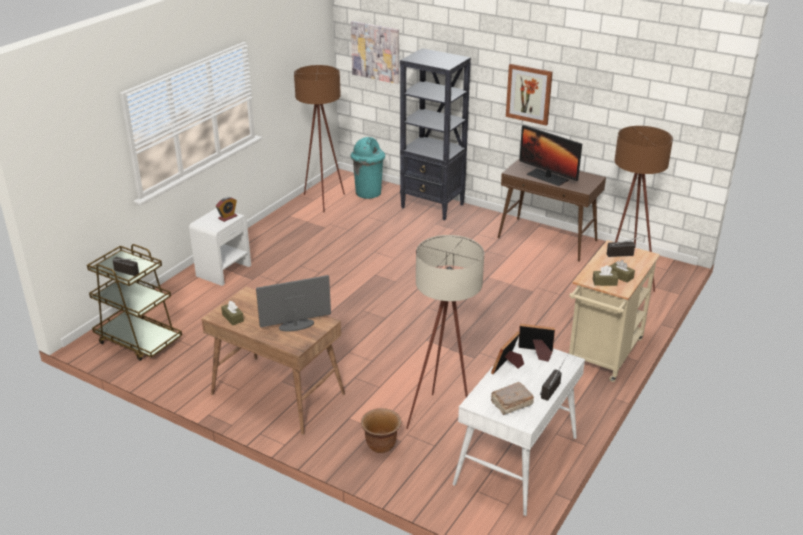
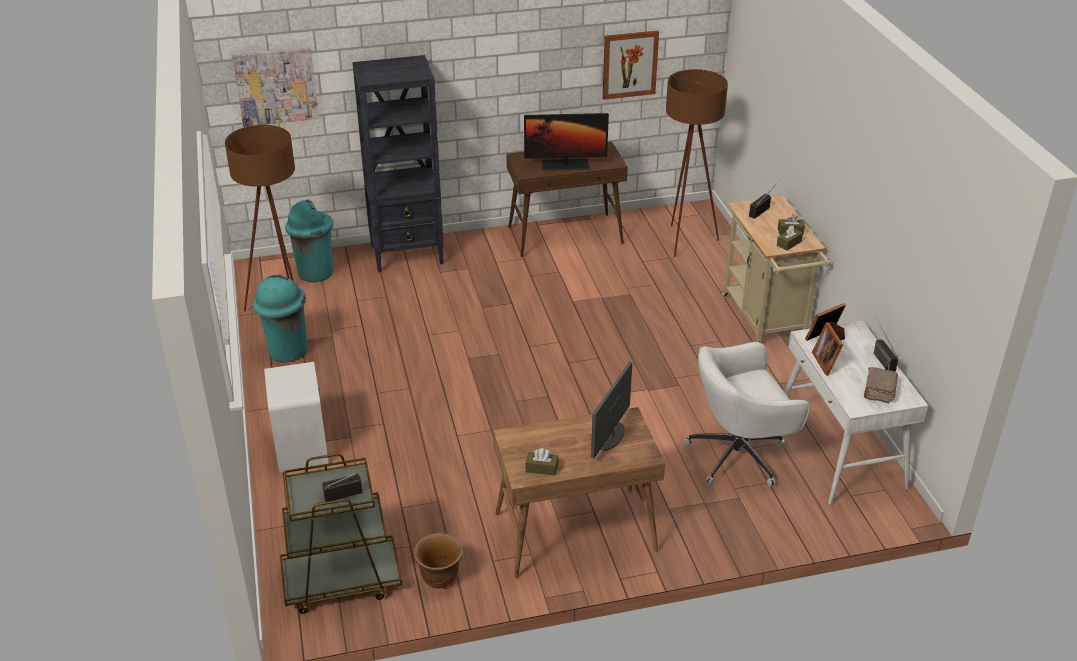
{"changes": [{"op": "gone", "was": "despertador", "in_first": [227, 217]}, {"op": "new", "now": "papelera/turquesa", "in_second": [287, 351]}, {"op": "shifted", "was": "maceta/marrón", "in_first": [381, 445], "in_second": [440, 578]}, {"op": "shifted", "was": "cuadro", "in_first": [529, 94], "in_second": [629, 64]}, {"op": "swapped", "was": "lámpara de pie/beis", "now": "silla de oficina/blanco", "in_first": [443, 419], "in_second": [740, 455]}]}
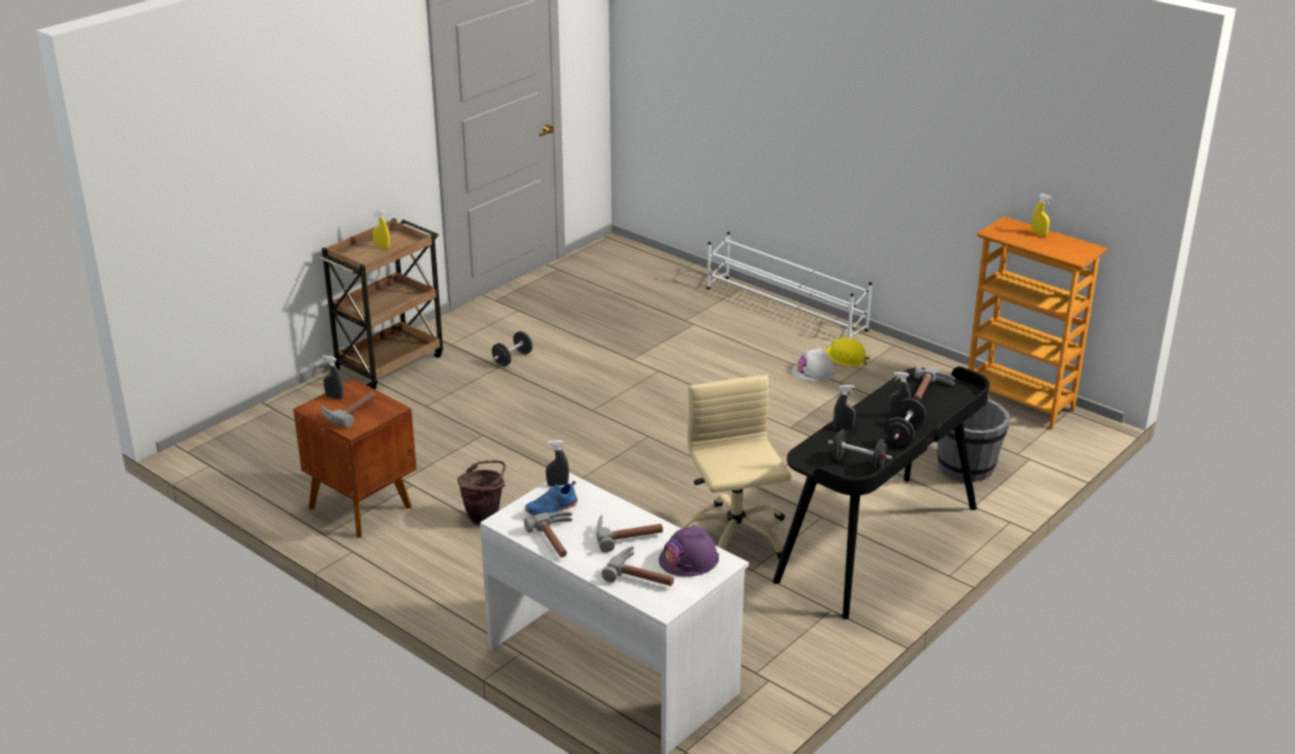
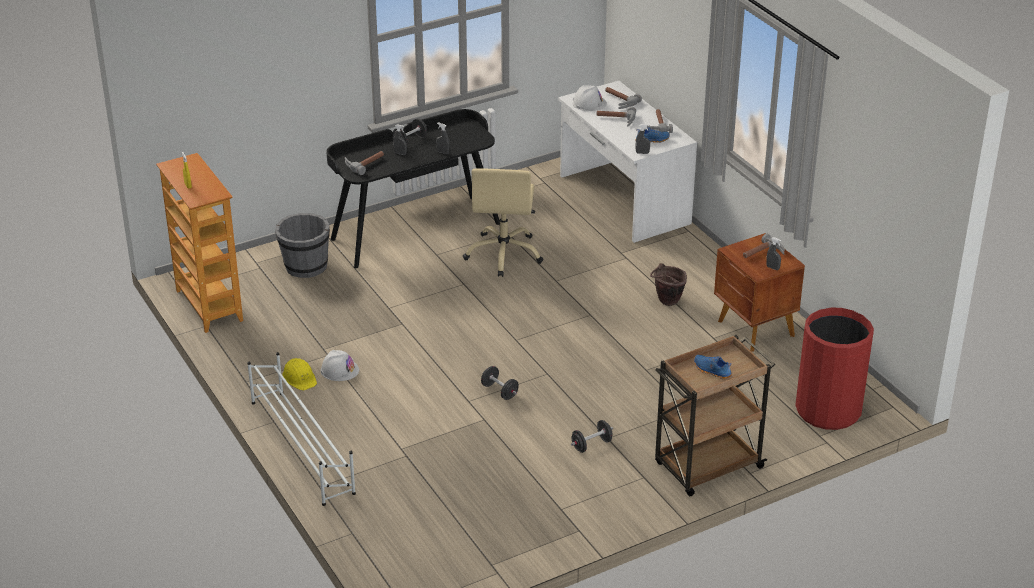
{"changes": [{"op": "new", "now": "papelera/rojo", "in_second": [828, 410]}, {"op": "shifted", "was": "mancuerna/negro", "in_first": [858, 462], "in_second": [499, 391]}, {"op": "swapped", "was": "pulverizador/amarillo", "now": "zapato/azul", "in_first": [382, 247], "in_second": [711, 371]}, {"op": "repainted", "was": "casco/morado", "now": "casco/blanco", "in_first": [689, 559], "in_second": [589, 103]}]}
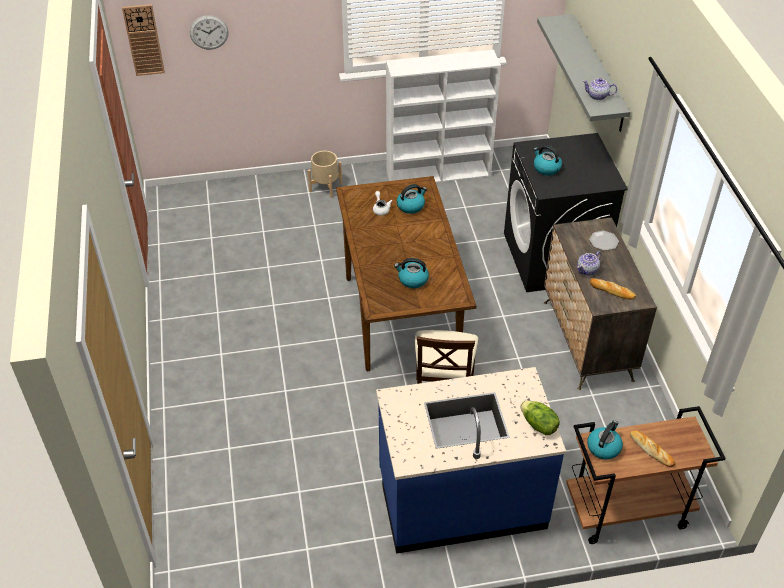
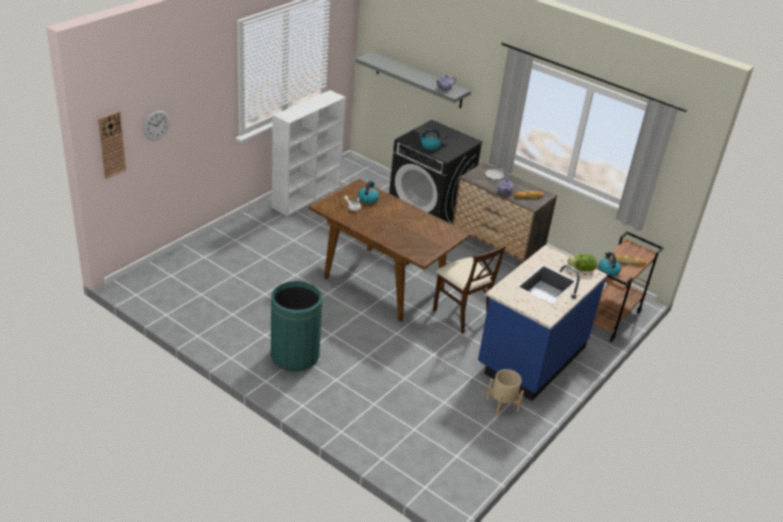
{"changes": [{"op": "gone", "was": "hervidor", "in_first": [412, 280]}, {"op": "new", "now": "papelera/verde", "in_second": [294, 356]}, {"op": "shifted", "was": "maceta/beis", "in_first": [325, 187], "in_second": [502, 405]}]}
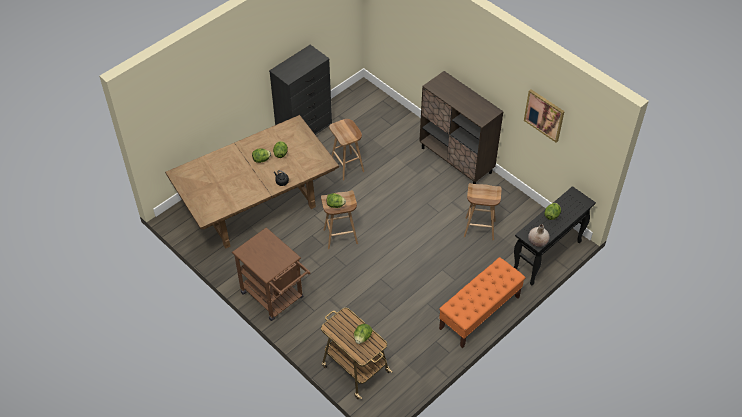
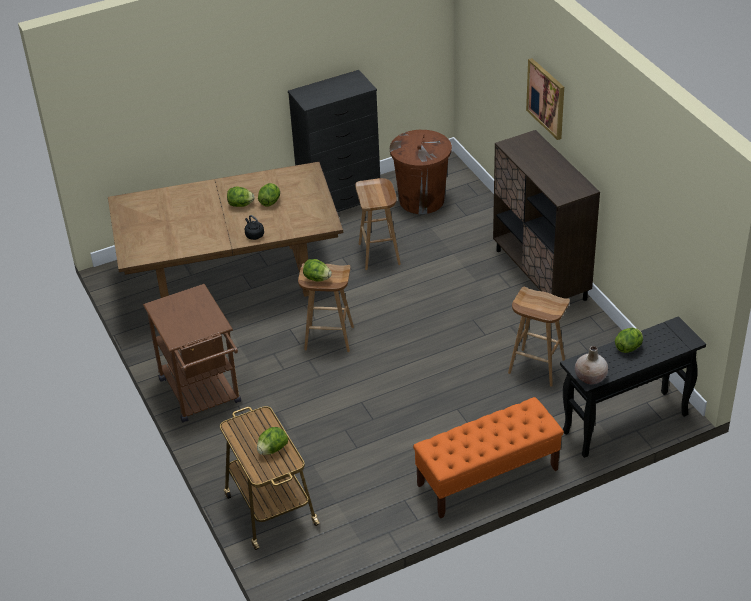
{"changes": [{"op": "new", "now": "papelera/marrón", "in_second": [422, 200]}, {"op": "shifted", "was": "cuadro", "in_first": [544, 115], "in_second": [546, 98]}]}
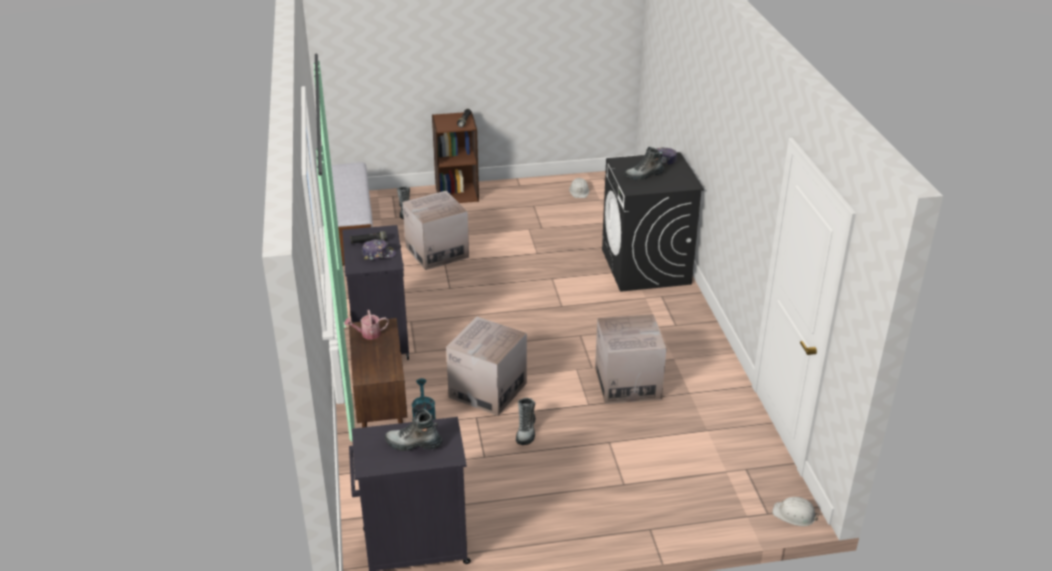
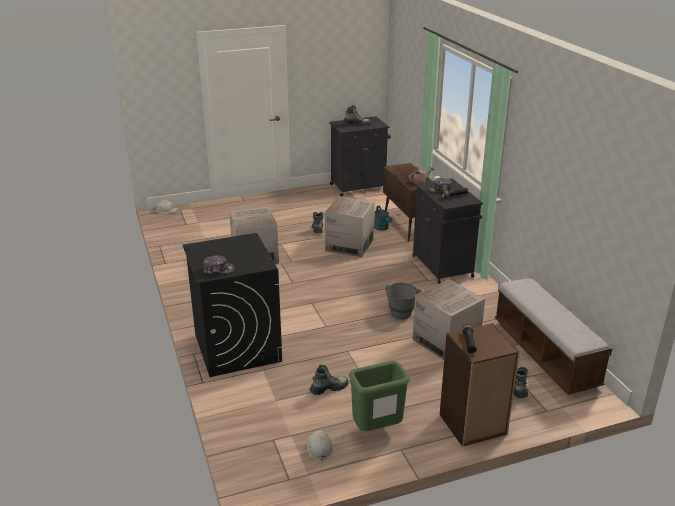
{"changes": [{"op": "new", "now": "papelera/verde", "in_second": [377, 430]}, {"op": "new", "now": "cubo/gris", "in_second": [401, 310]}, {"op": "shifted", "was": "bota", "in_first": [644, 175], "in_second": [329, 388]}]}
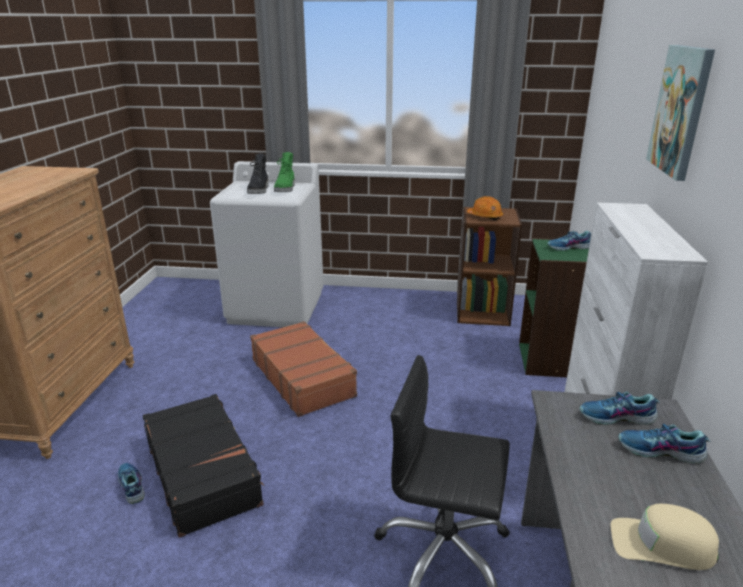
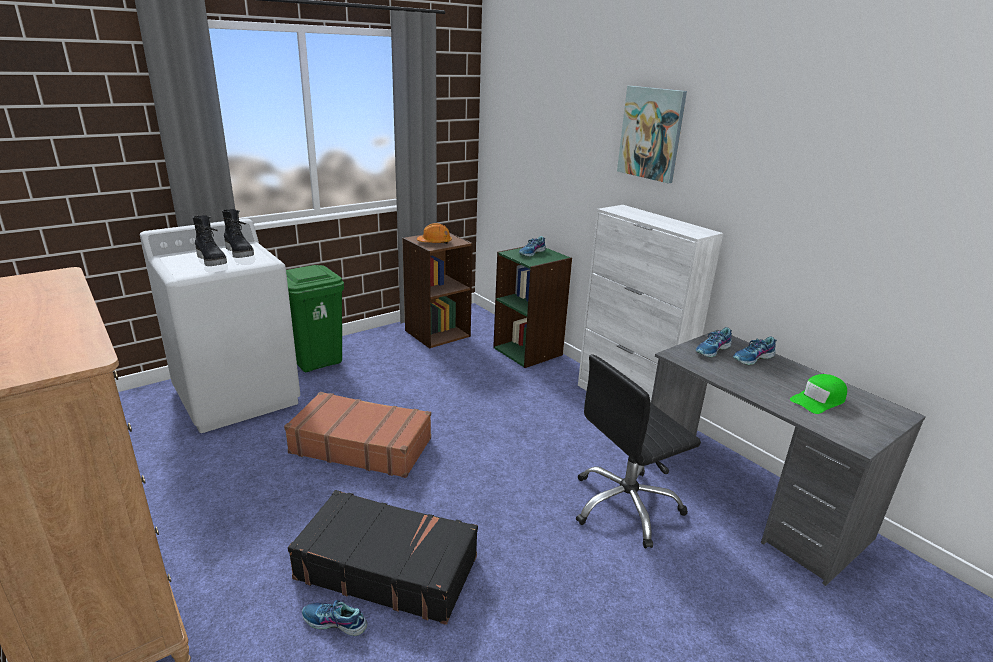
{"changes": [{"op": "new", "now": "papelera/verde", "in_second": [316, 361]}, {"op": "repainted", "was": "bota/verde", "now": "bota/negro", "in_first": [286, 189], "in_second": [240, 253]}, {"op": "repainted", "was": "gorra/beis", "now": "gorra/verde", "in_first": [661, 545], "in_second": [818, 400]}]}
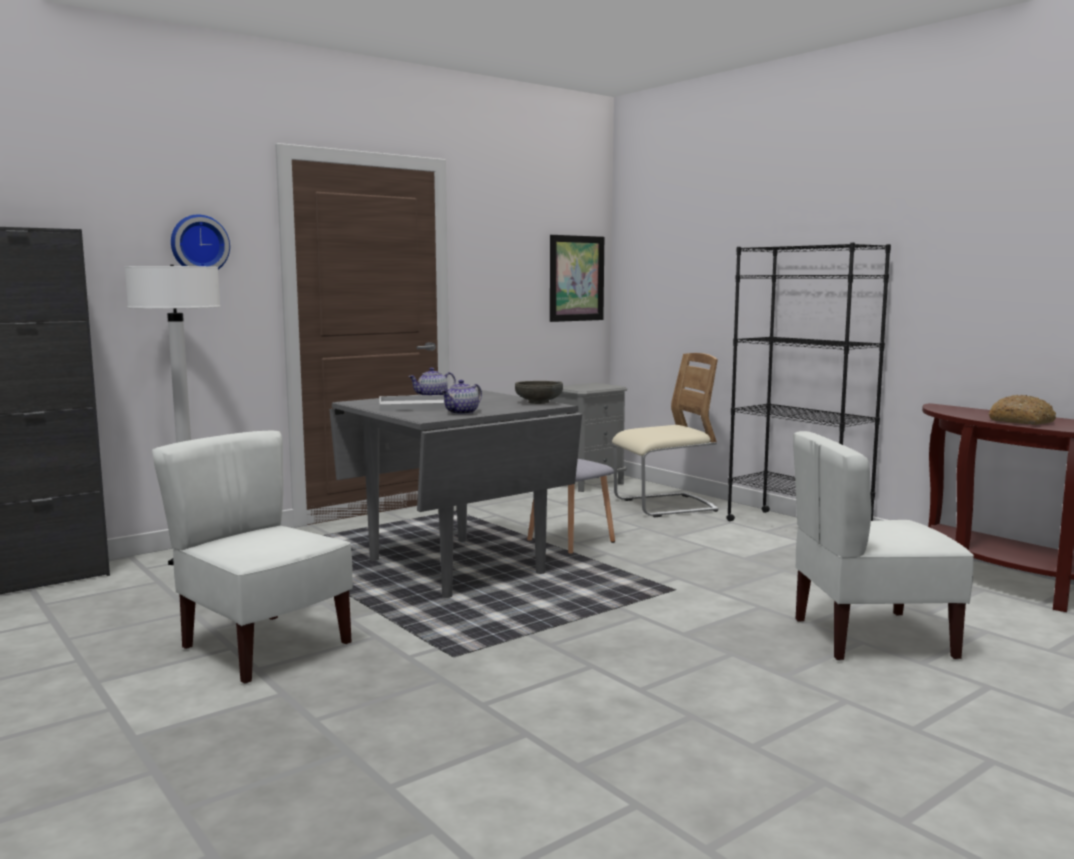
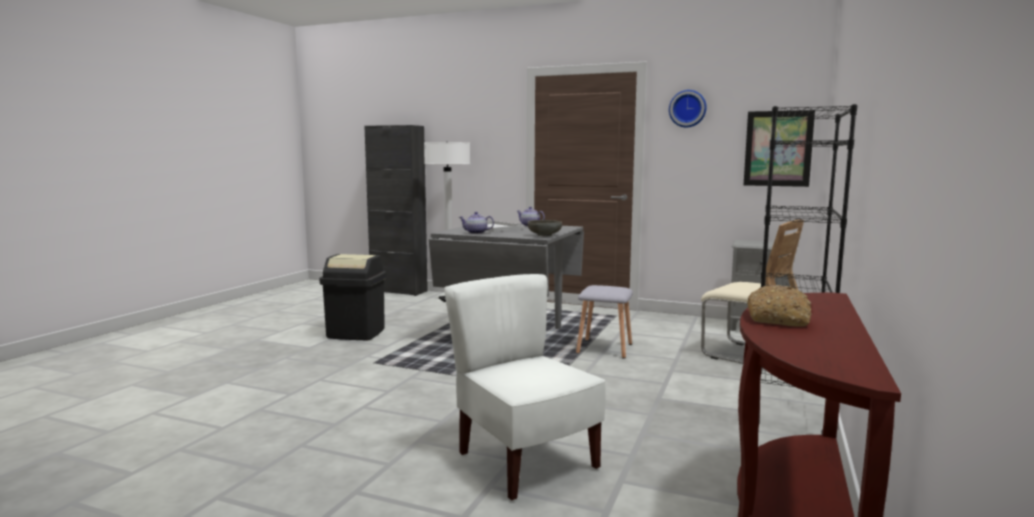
{"changes": [{"op": "shifted", "was": "reloj de pared", "in_first": [199, 244], "in_second": [687, 109]}, {"op": "swapped", "was": "silla/blanco", "now": "papelera/negro", "in_first": [263, 647], "in_second": [356, 333]}]}
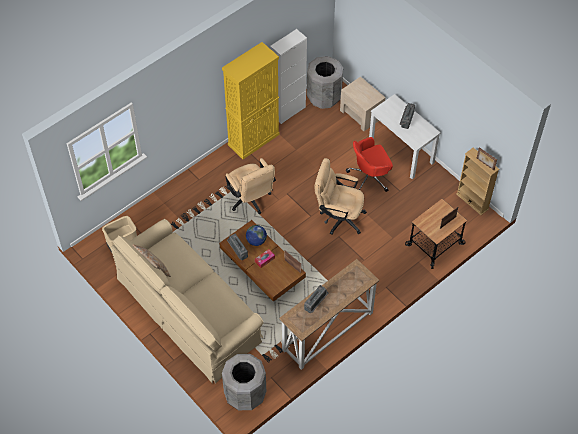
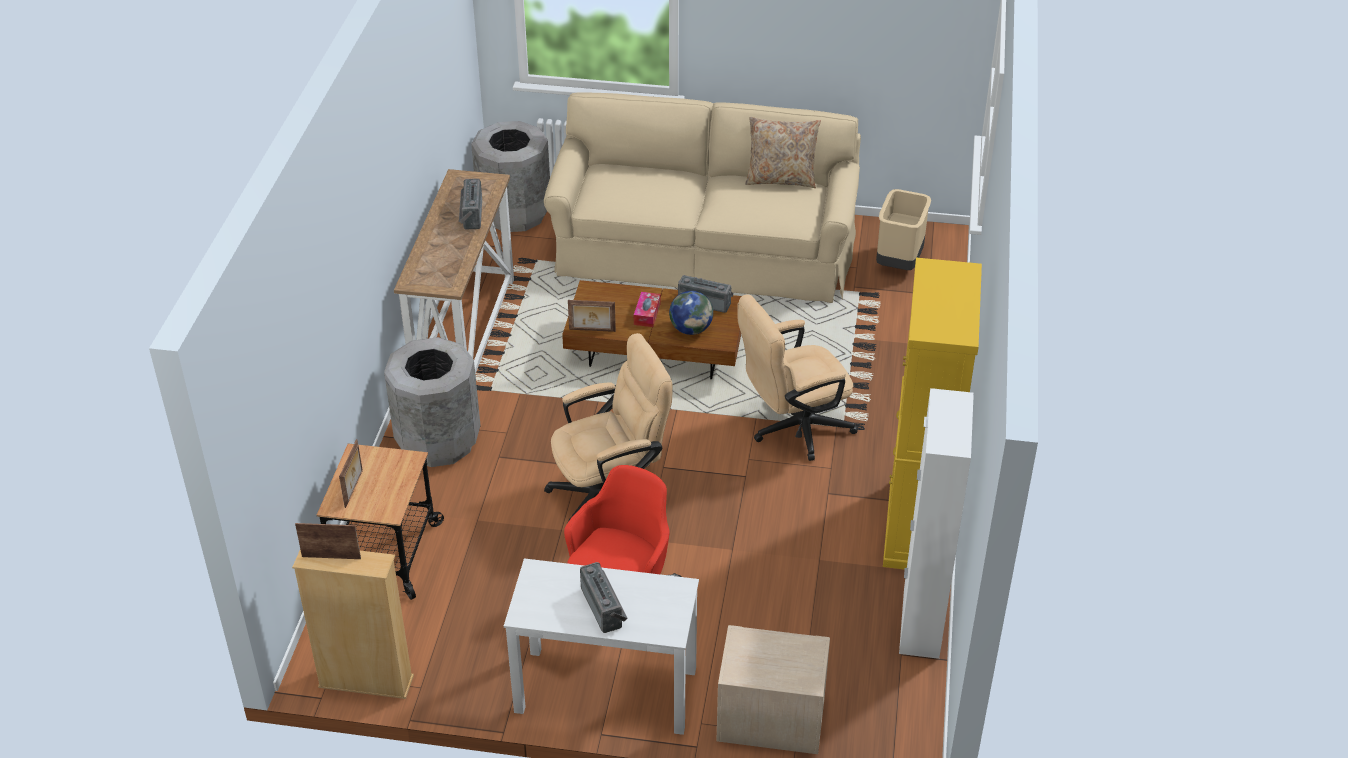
{"changes": [{"op": "shifted", "was": "papelera/gris", "in_first": [324, 97], "in_second": [438, 442]}, {"op": "rotated", "was": "silla de oficina/beis", "in_first": [250, 200], "in_second": [793, 429], "clockwise": -45}]}
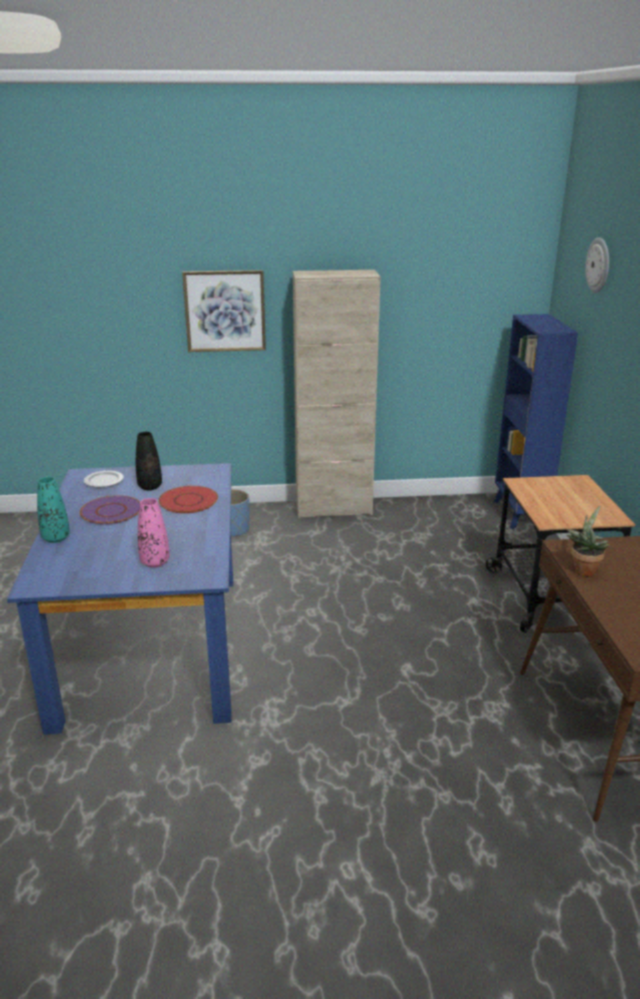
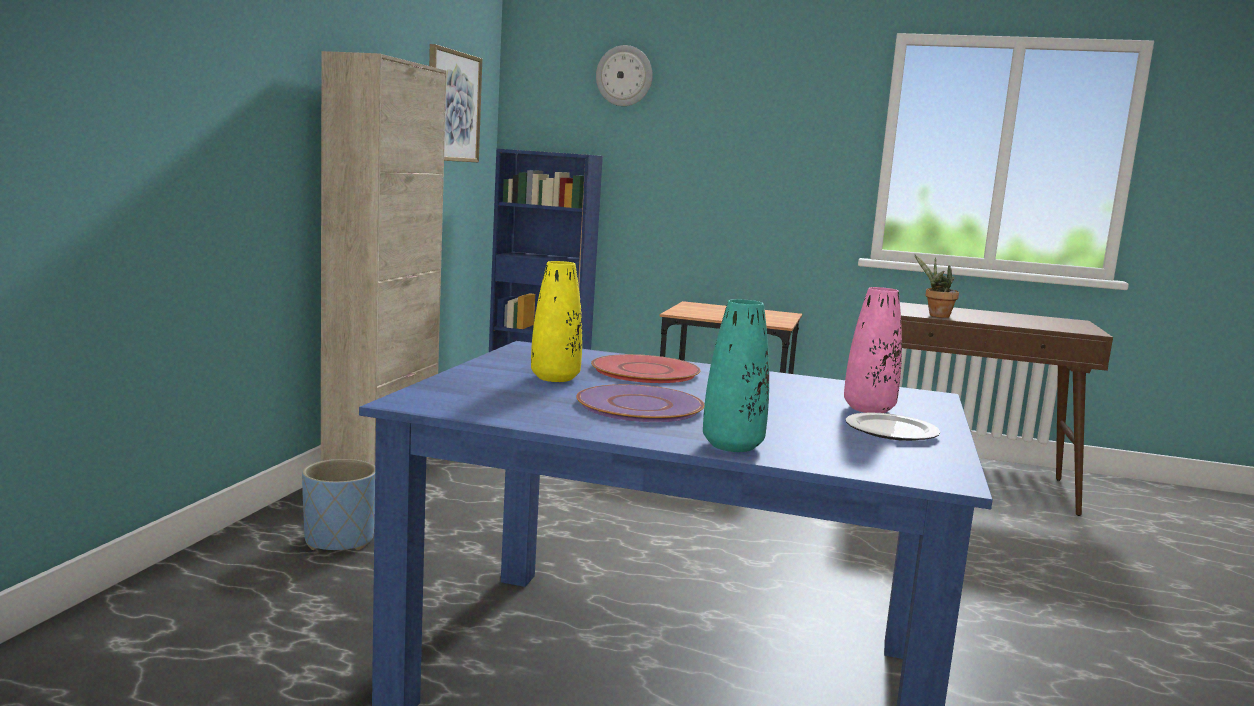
{"changes": [{"op": "shifted", "was": "plato", "in_first": [104, 481], "in_second": [891, 430]}, {"op": "shifted", "was": "cuadro", "in_first": [225, 311], "in_second": [452, 106]}, {"op": "repainted", "was": "florero/negro", "now": "florero/amarillo", "in_first": [150, 487], "in_second": [555, 378]}]}
